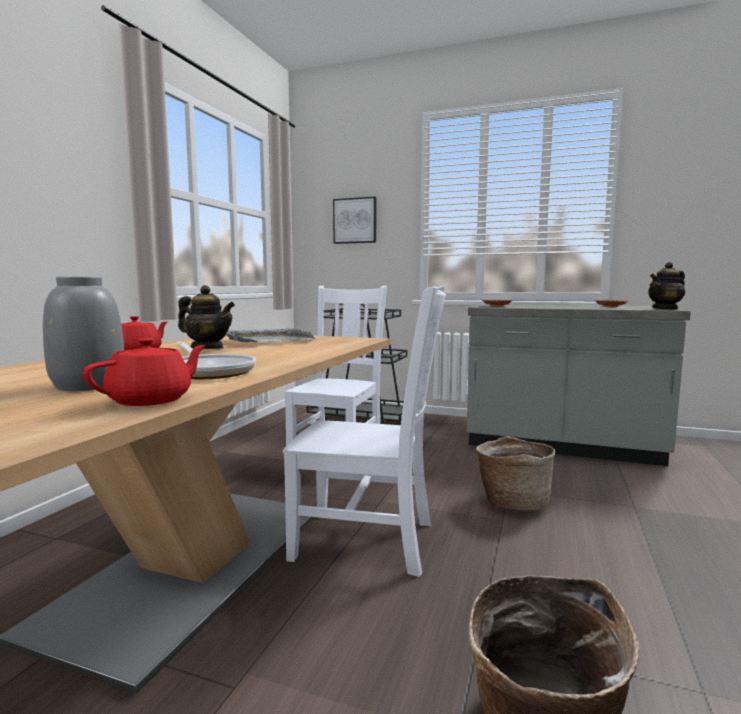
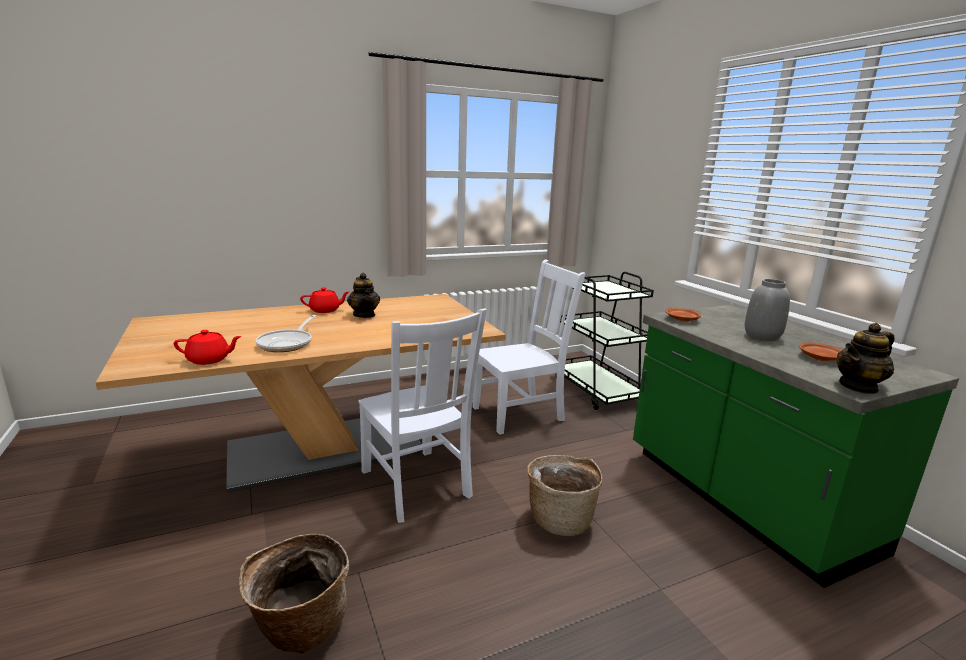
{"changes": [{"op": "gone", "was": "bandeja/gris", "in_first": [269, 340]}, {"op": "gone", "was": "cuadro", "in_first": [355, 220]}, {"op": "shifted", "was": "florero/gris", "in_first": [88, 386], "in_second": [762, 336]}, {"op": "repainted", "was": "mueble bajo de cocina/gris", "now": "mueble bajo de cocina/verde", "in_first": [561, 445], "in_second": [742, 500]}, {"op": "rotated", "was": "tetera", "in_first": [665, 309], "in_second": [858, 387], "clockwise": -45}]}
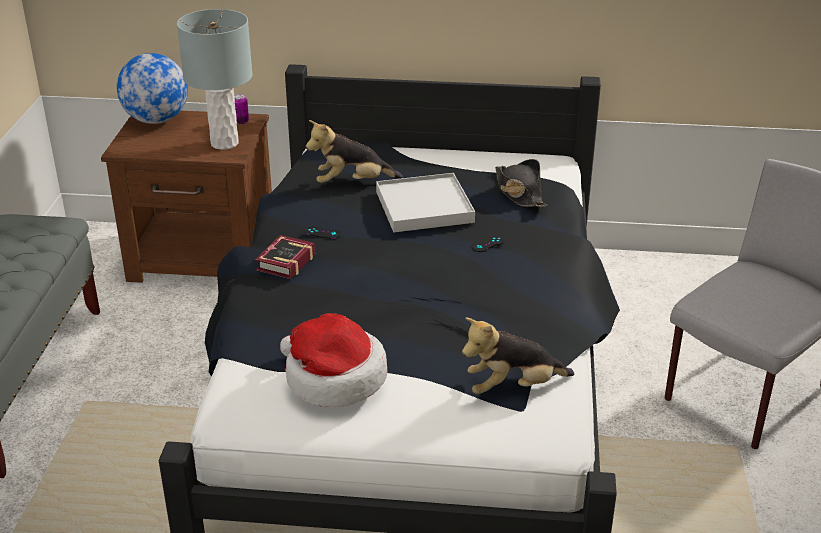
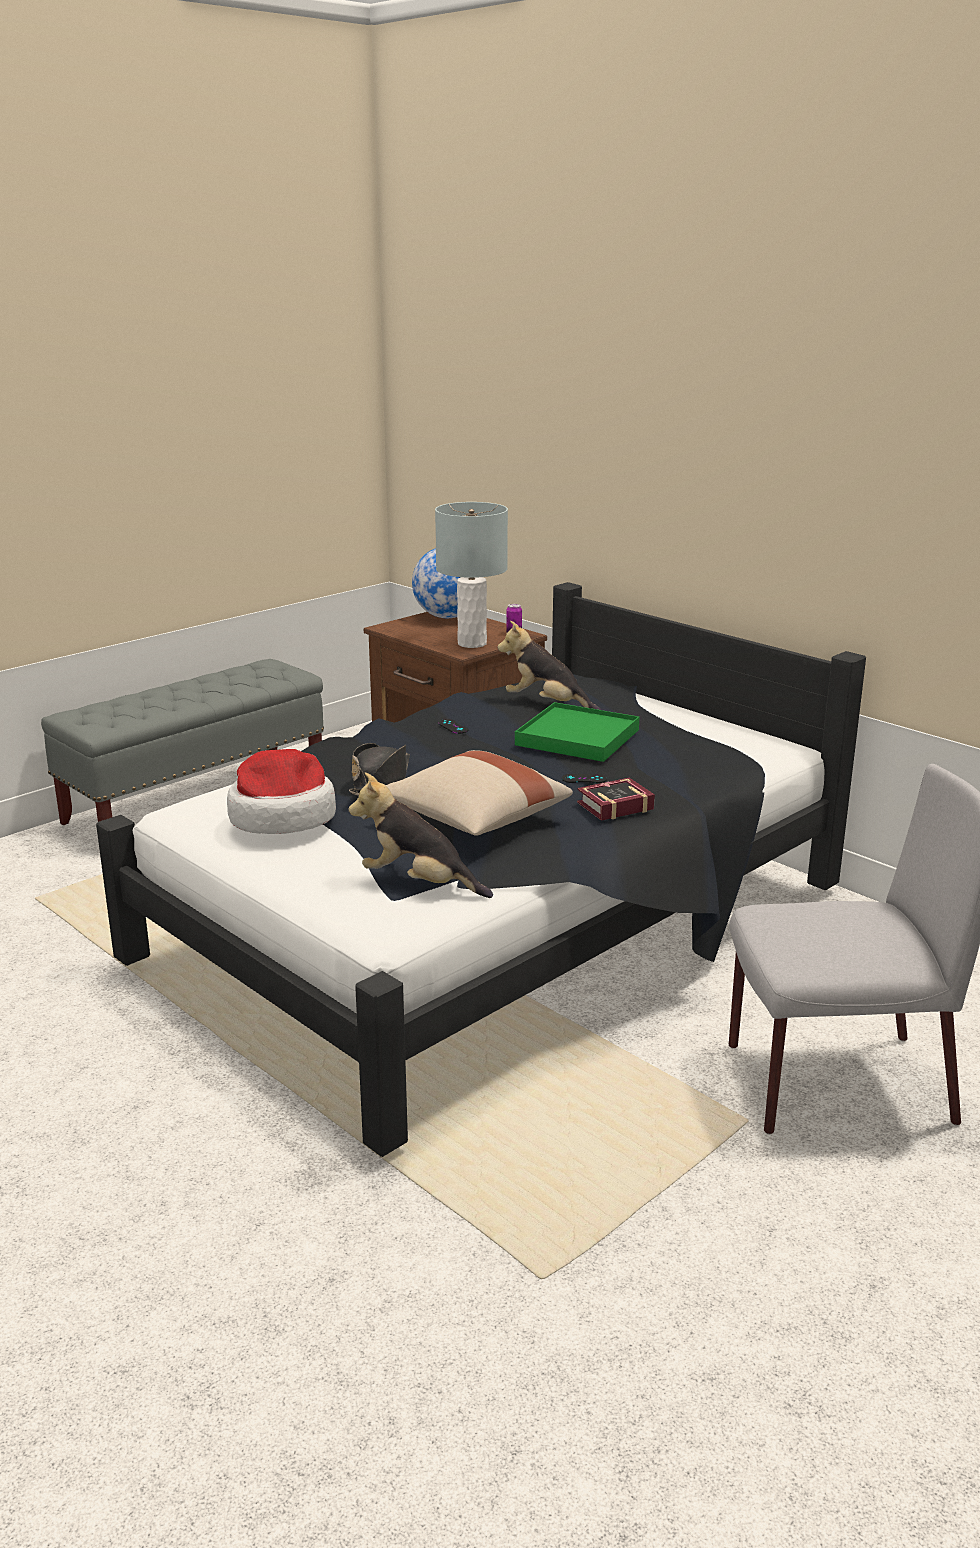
{"changes": [{"op": "new", "now": "cojín/beis", "in_second": [474, 819]}, {"op": "shifted", "was": "libro", "in_first": [283, 263], "in_second": [611, 806]}, {"op": "shifted", "was": "sombrero/negro", "in_first": [519, 192], "in_second": [381, 781]}, {"op": "repainted", "was": "bandeja/blanco", "now": "bandeja/verde", "in_first": [424, 207], "in_second": [577, 737]}]}
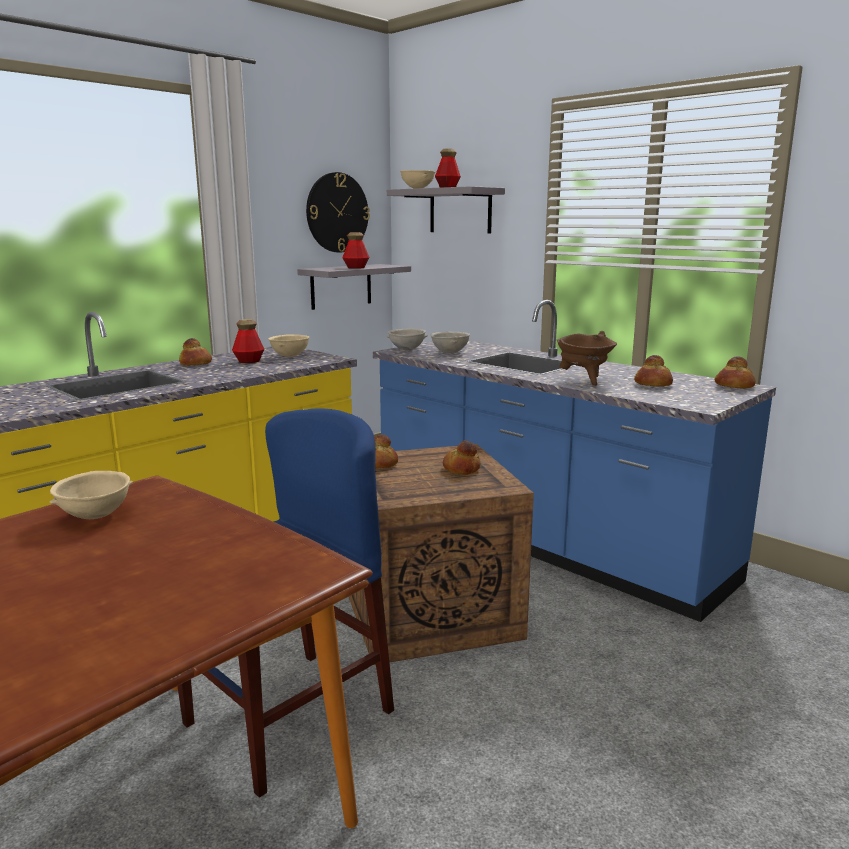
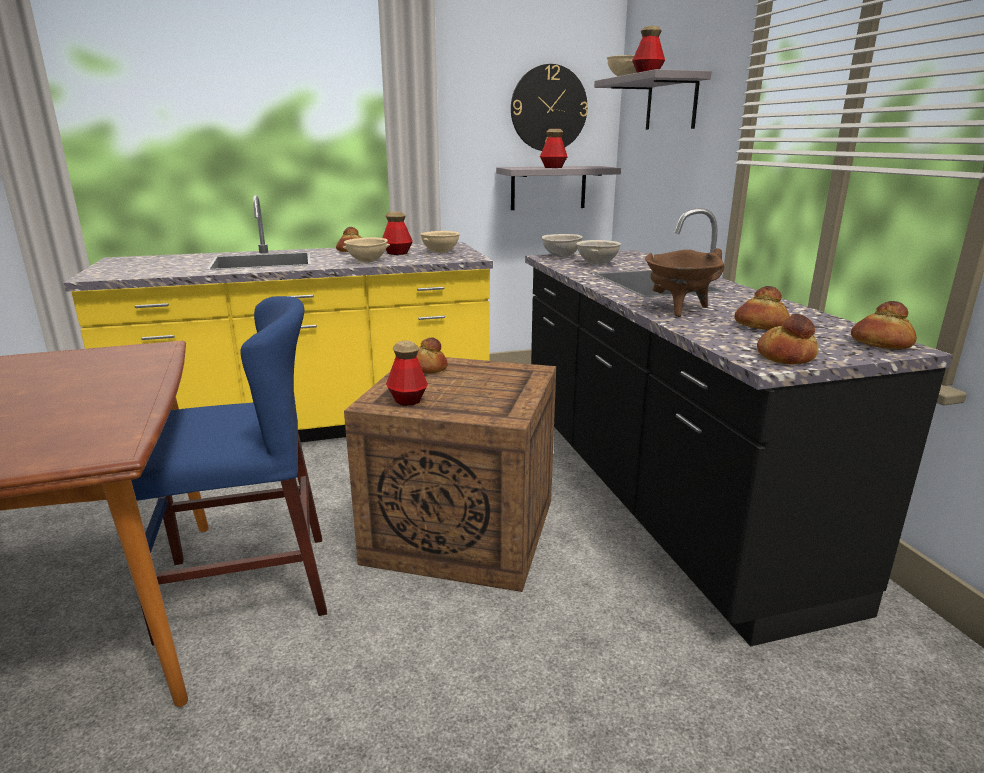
{"changes": [{"op": "new", "now": "botella", "in_second": [407, 400]}, {"op": "shifted", "was": "cuenco/beis", "in_first": [96, 516], "in_second": [367, 261]}, {"op": "shifted", "was": "pan", "in_first": [462, 469], "in_second": [786, 357]}, {"op": "repainted", "was": "mueble bajo de cocina/azul", "now": "mueble bajo de cocina/negro", "in_first": [541, 541], "in_second": [654, 492]}]}
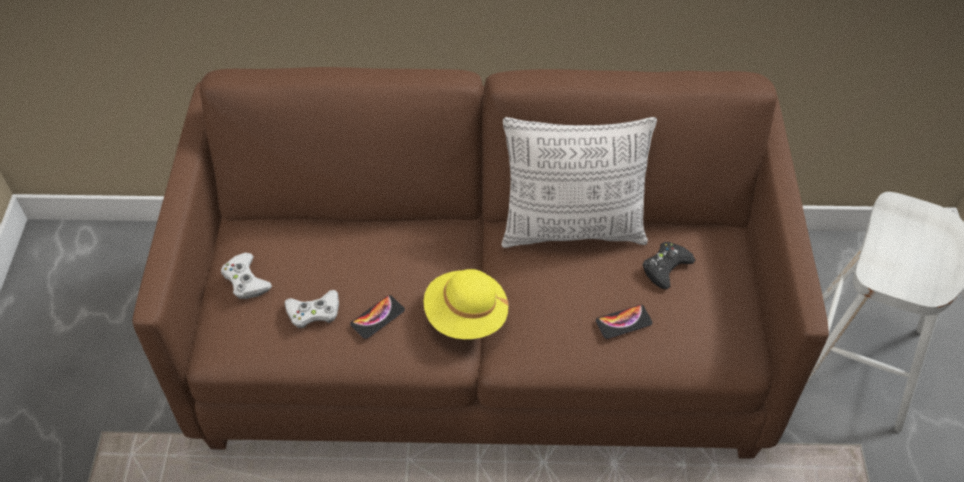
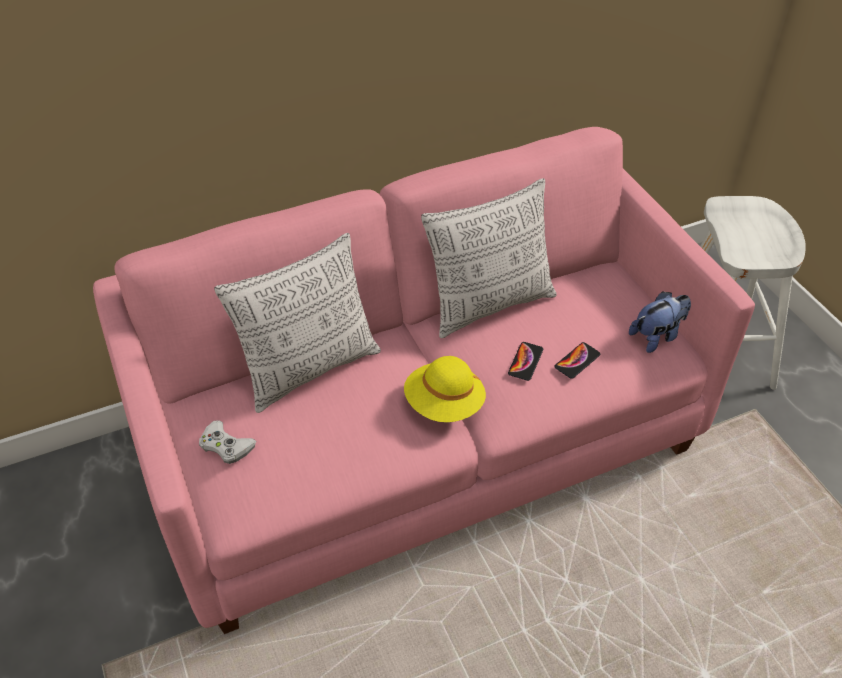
{"changes": [{"op": "gone", "was": "mando de consola/blanco", "in_first": [314, 312]}, {"op": "gone", "was": "mando de consola/negro", "in_first": [666, 267]}, {"op": "new", "now": "cojín", "in_second": [310, 369]}, {"op": "new", "now": "peluche", "in_second": [657, 336]}, {"op": "shifted", "was": "móvil", "in_first": [377, 317], "in_second": [525, 361]}, {"op": "repainted", "was": "sofá/marrón", "now": "sofá/rosa", "in_first": [482, 340], "in_second": [420, 442]}]}
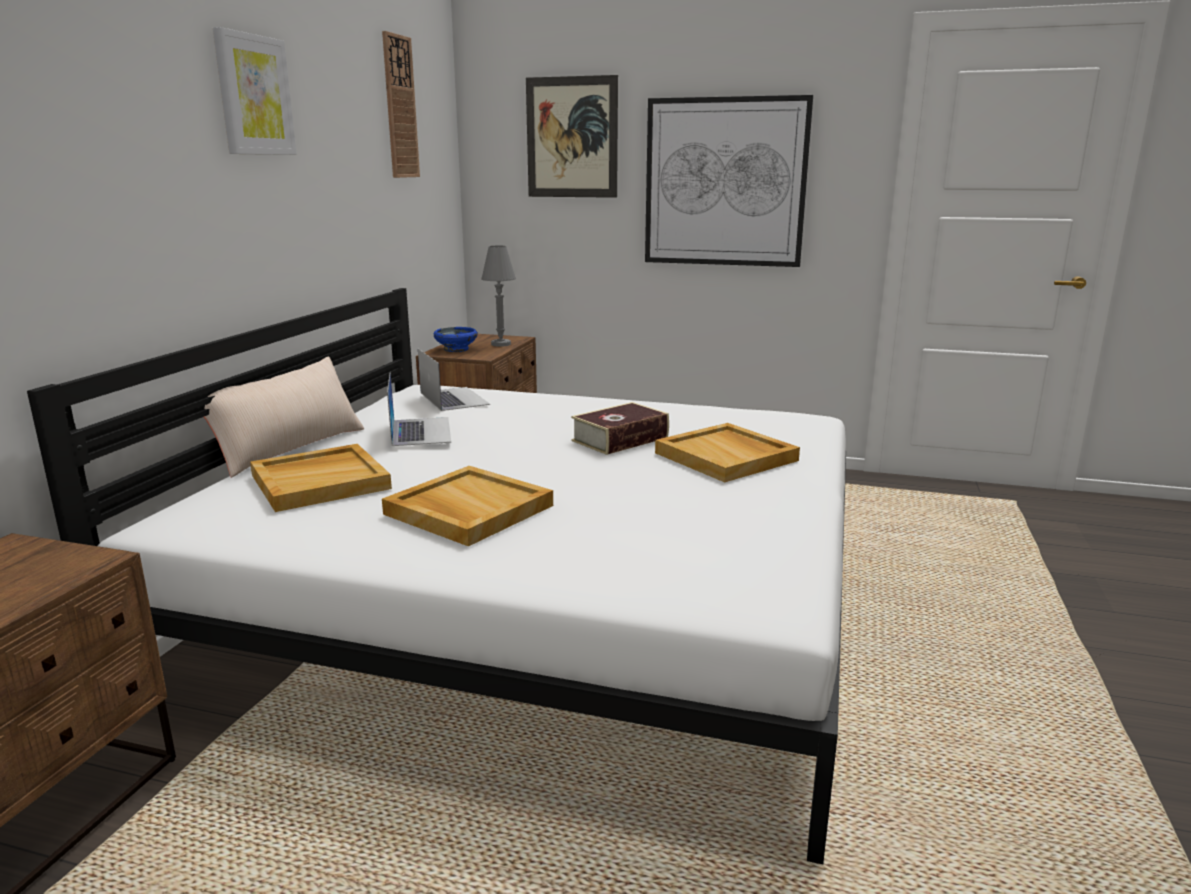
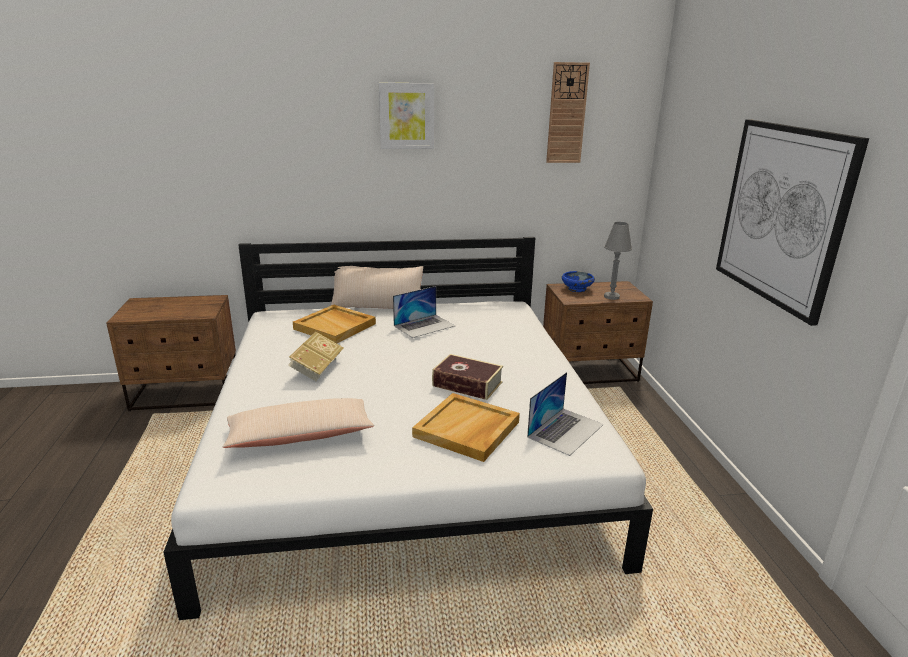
{"changes": [{"op": "gone", "was": "cuadro", "in_first": [572, 138]}, {"op": "new", "now": "cojín/beis", "in_second": [300, 436]}, {"op": "shifted", "was": "portátil", "in_first": [454, 398], "in_second": [565, 430]}, {"op": "swapped", "was": "bandeja/beis", "now": "libro", "in_first": [467, 510], "in_second": [316, 368]}]}
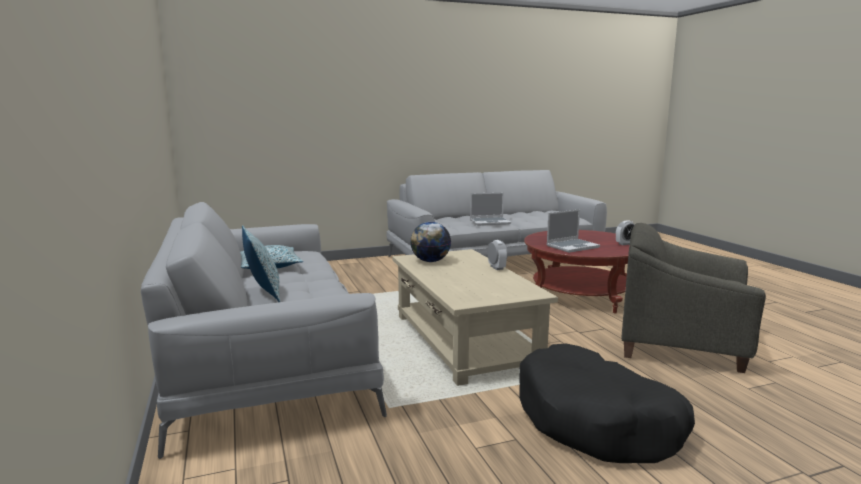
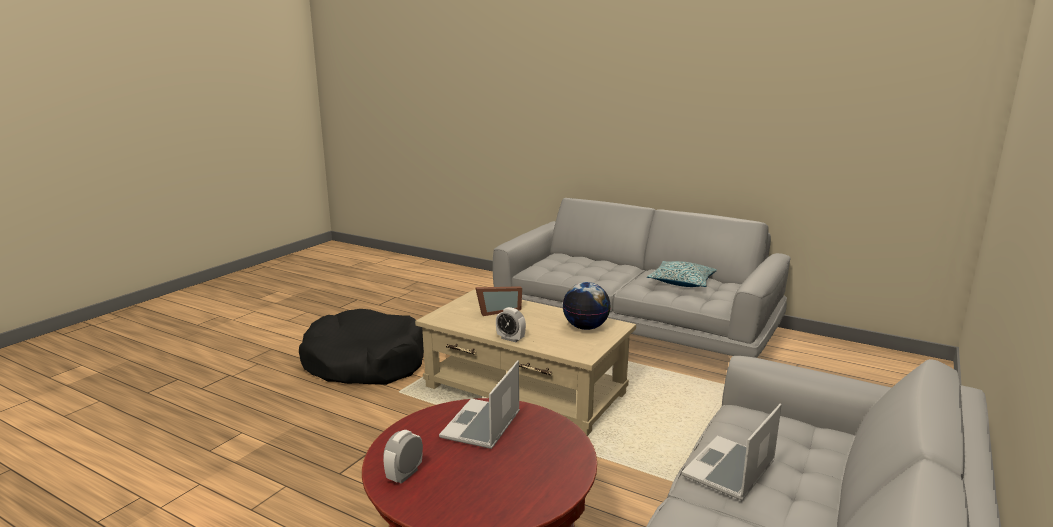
{"changes": [{"op": "gone", "was": "cojín", "in_first": [263, 293]}, {"op": "gone", "was": "sillón/gris", "in_first": [680, 345]}, {"op": "new", "now": "portarretratos", "in_second": [497, 311]}]}
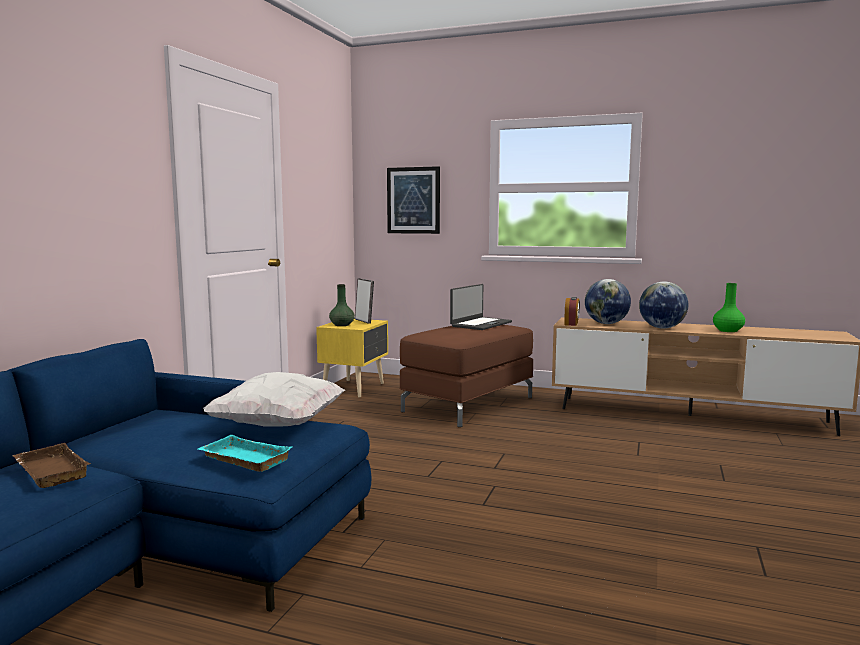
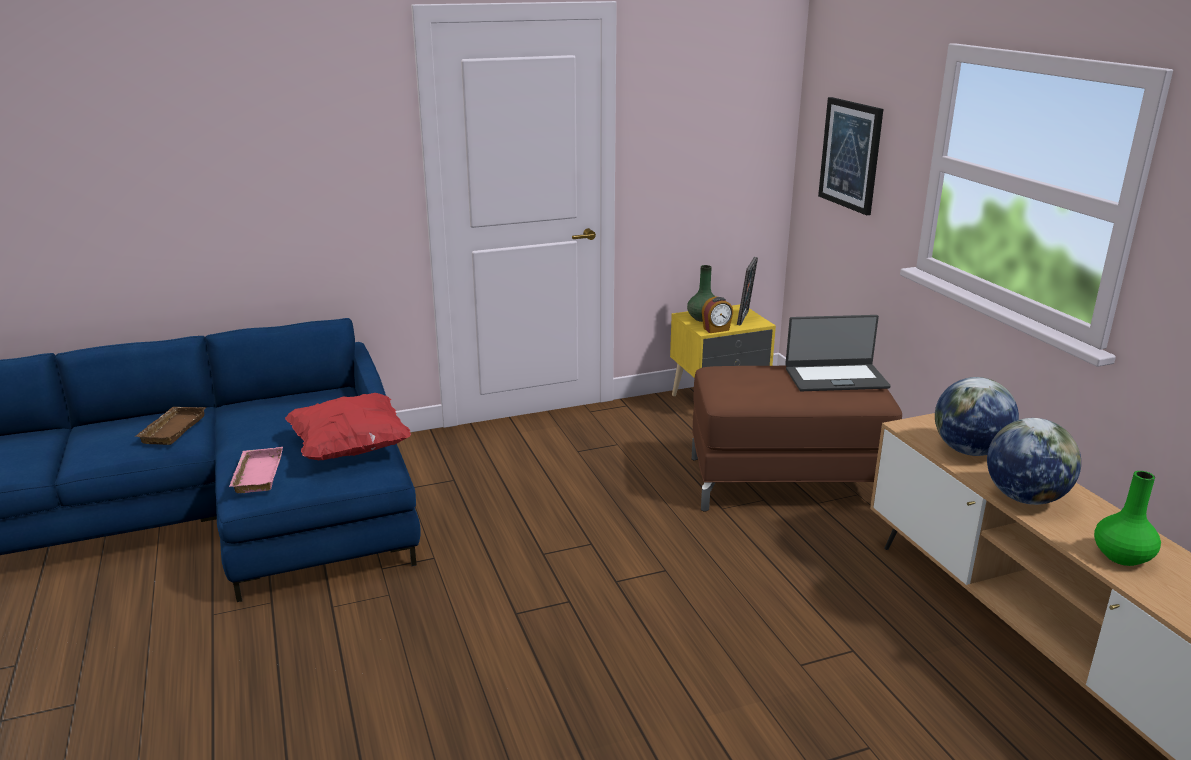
{"changes": [{"op": "shifted", "was": "despertador", "in_first": [571, 324], "in_second": [716, 329]}, {"op": "repainted", "was": "bandeja/turquesa", "now": "bandeja/rosa", "in_first": [242, 460], "in_second": [256, 474]}, {"op": "repainted", "was": "cojín/blanco", "now": "cojín/rojo", "in_first": [279, 425], "in_second": [351, 449]}]}
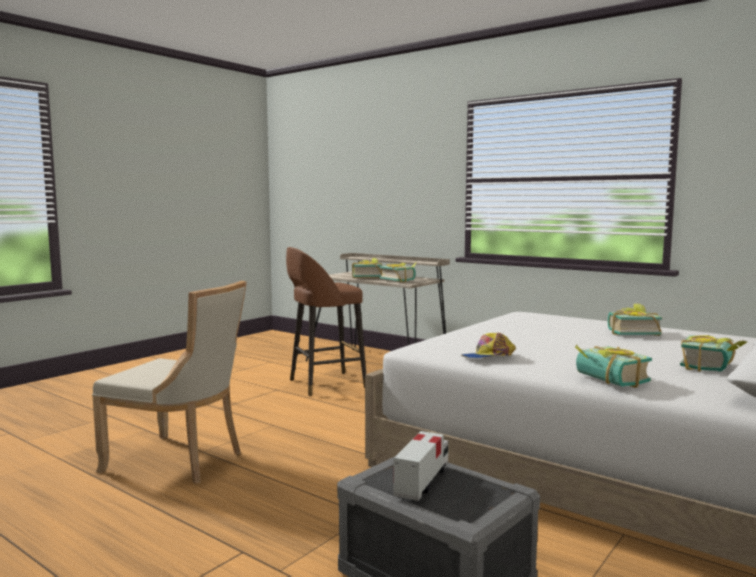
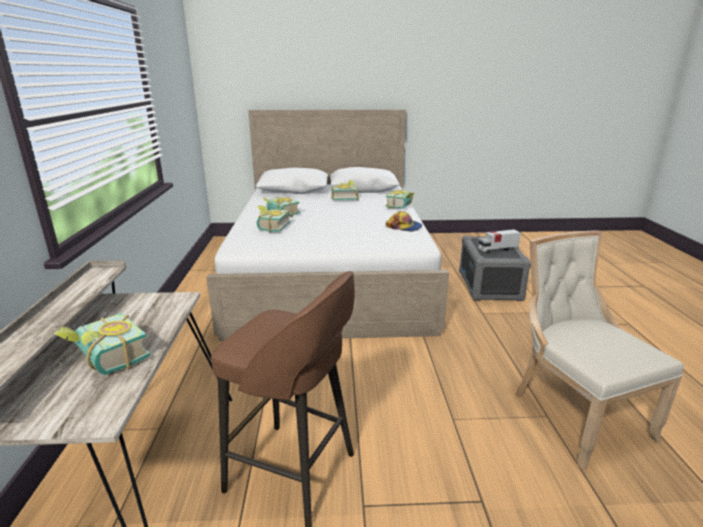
{"changes": [{"op": "shifted", "was": "libro", "in_first": [400, 280], "in_second": [271, 227]}]}
